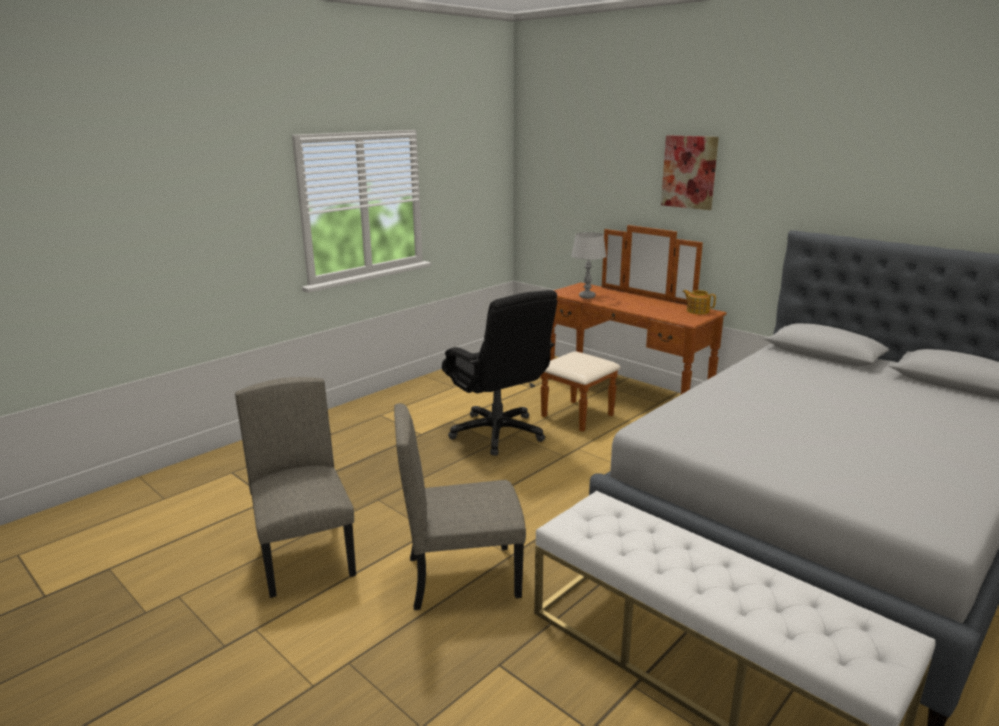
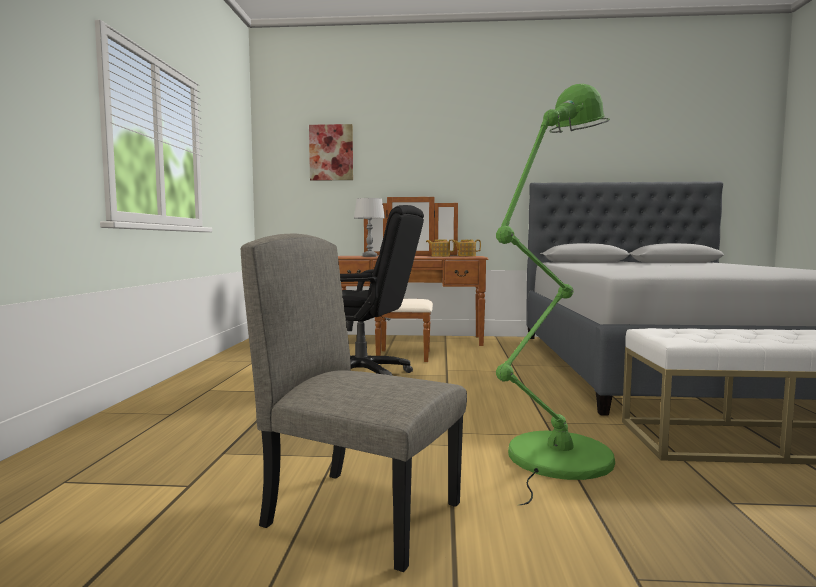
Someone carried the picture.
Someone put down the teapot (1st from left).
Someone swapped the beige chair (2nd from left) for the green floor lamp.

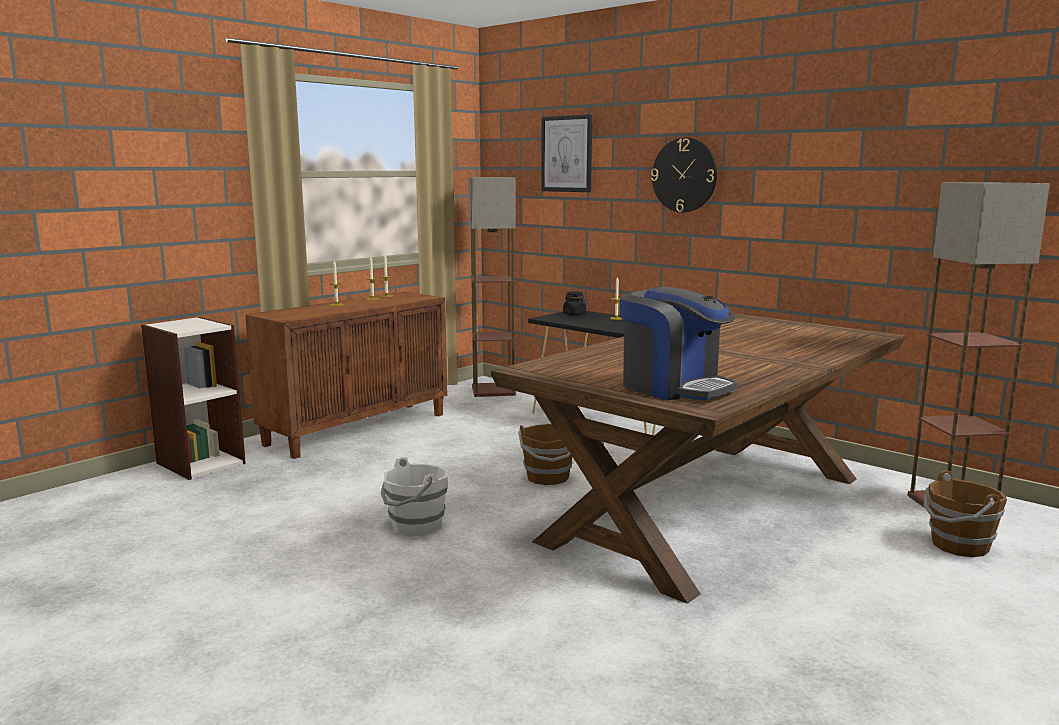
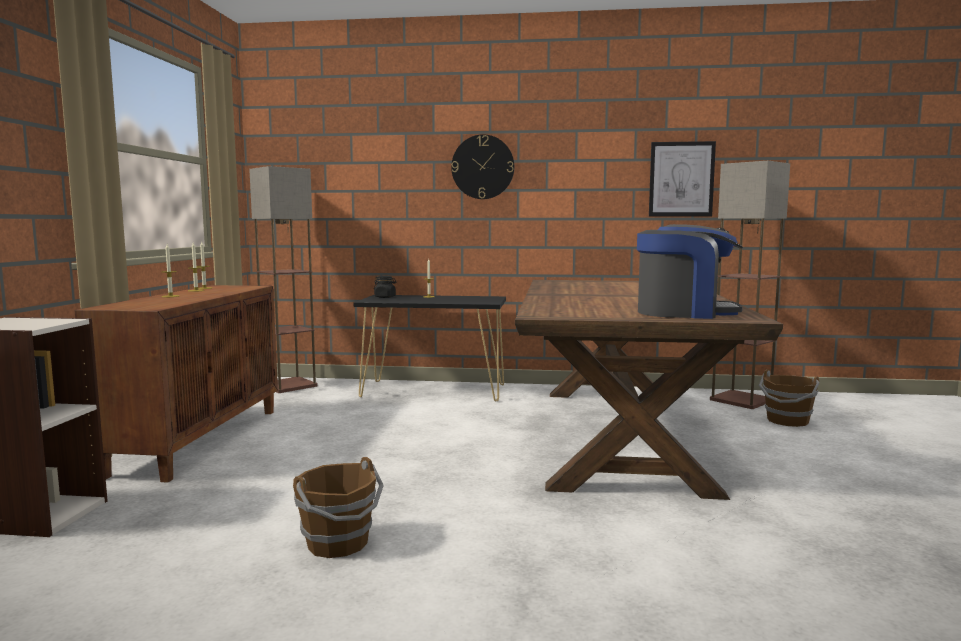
Someone carried the brown bucket (1st from left).
Someone carried the picture.
Someone took away the white bucket.

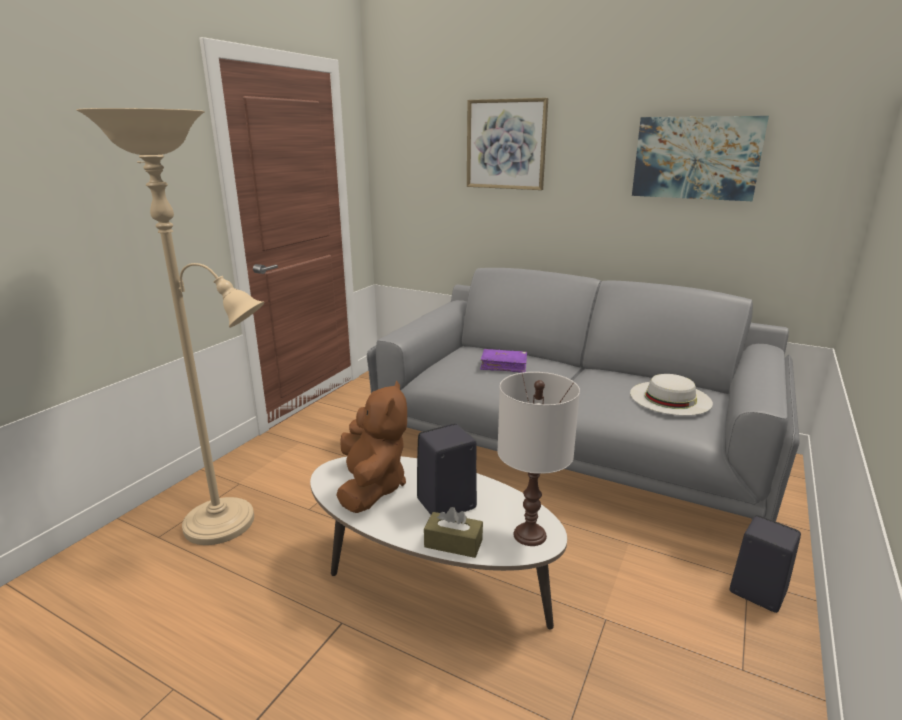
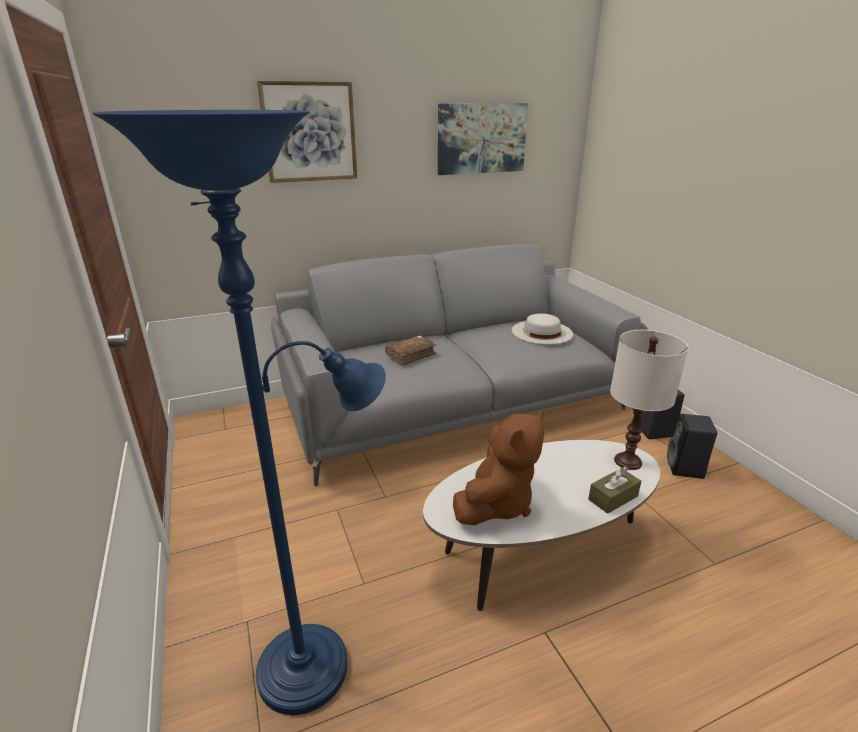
Someone repainted the beige floor lamp, which became the blue floor lamp.
Someone repainted the purple book, which became the brown book.
Someone rotated the brown plush toy by 90 degrees clockwise.
Someone carried the black speaker (1st from left in the first image).

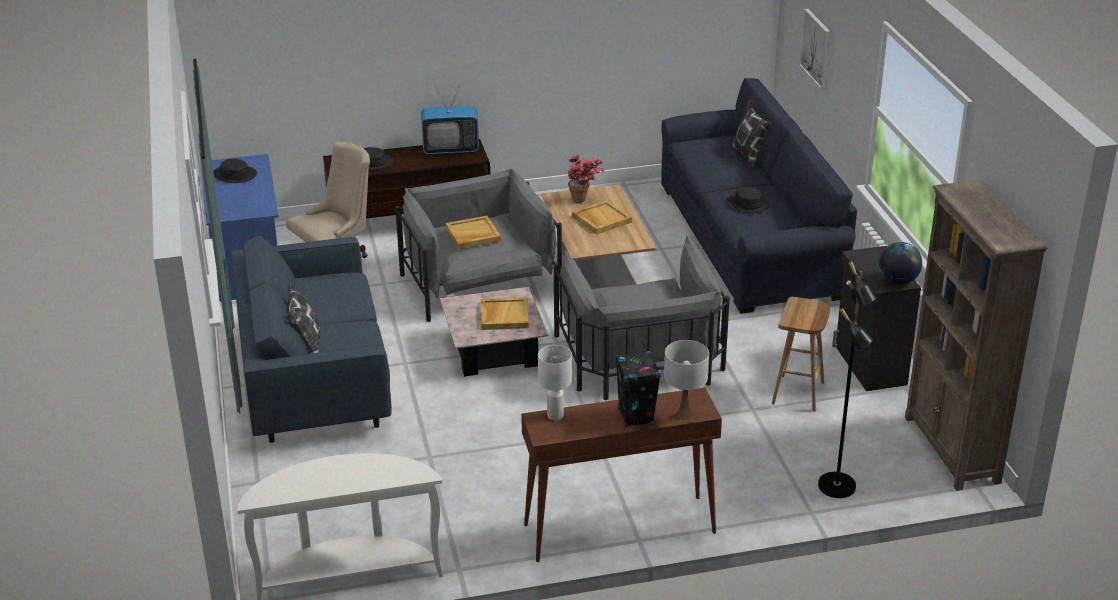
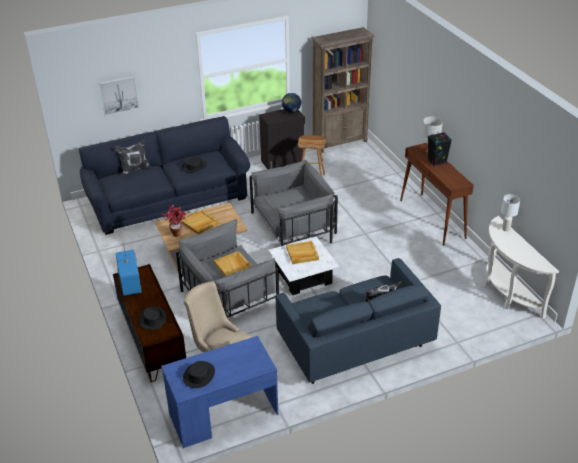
Someone repainted the pink coffee table, which became the white coffee table.
Someone carried the white table lamp (1st from left in the first image).
Someone took away the black floor lamp.

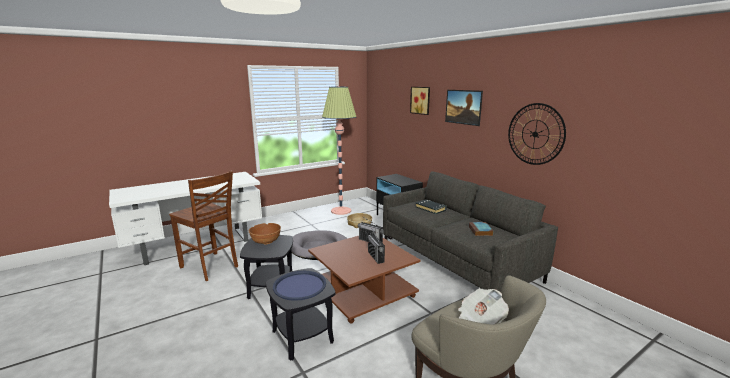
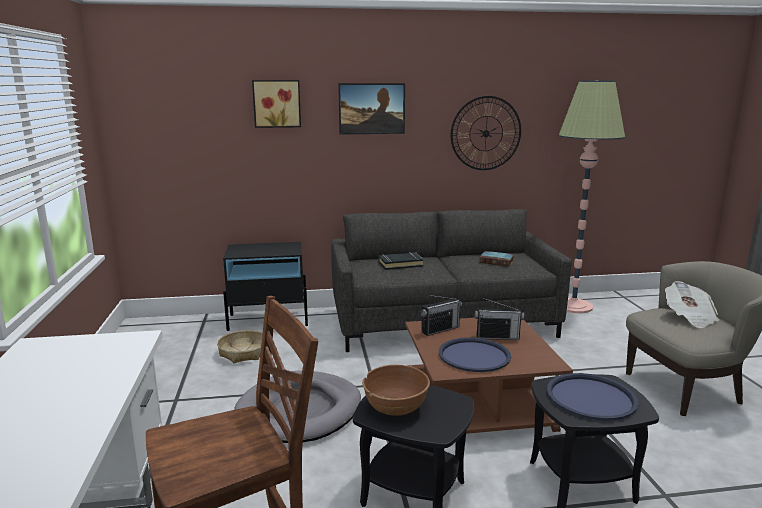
Someone put down the blue tray (1st from left).
Someone carried the floor lamp.

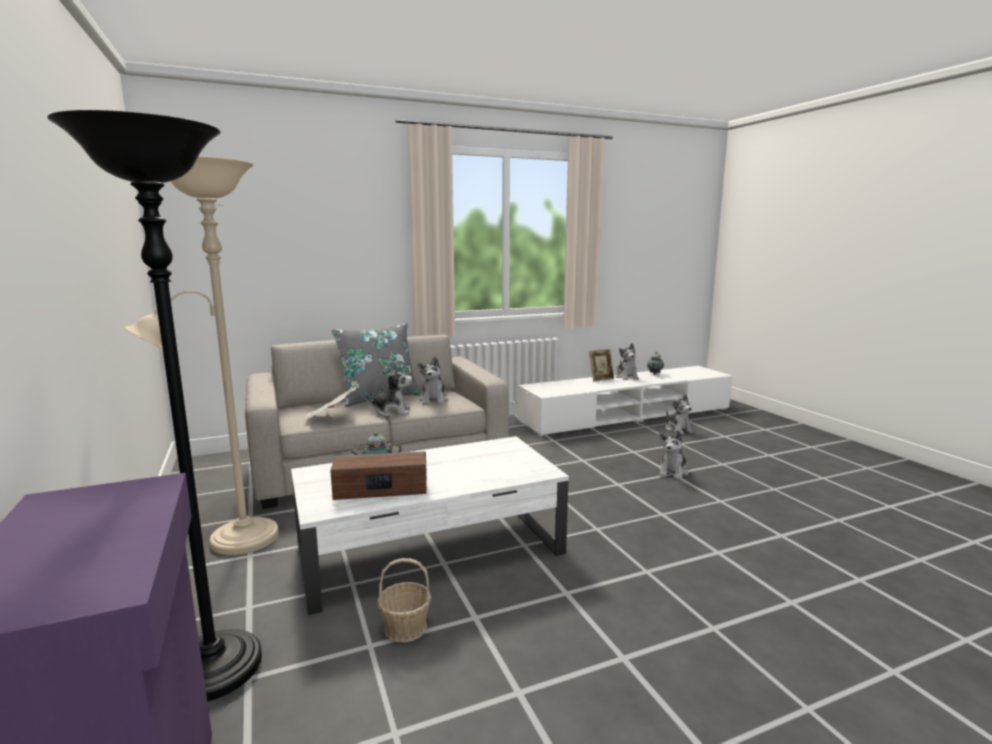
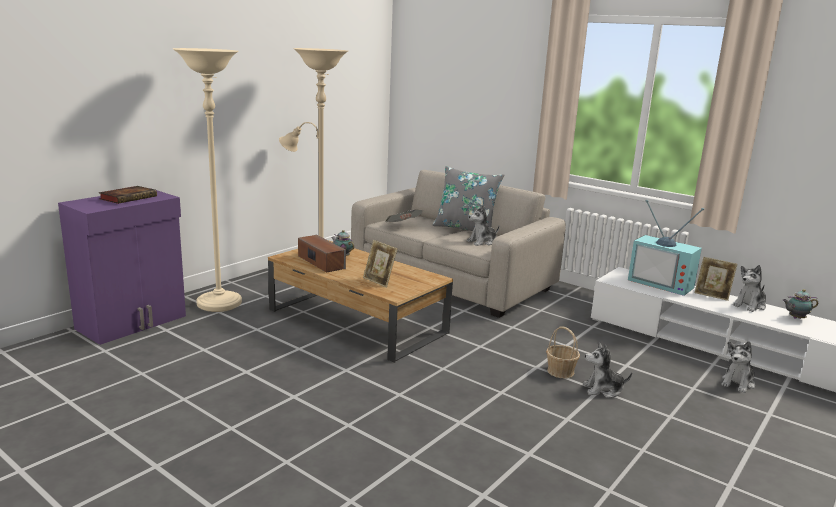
Someone put down the book.
Someone repainted the black floor lamp, which became the beige floor lamp (1st from left).
Someone repainted the white coffee table, which became the brown coffee table.
Someone put down the picture frame (1st from left).
Someone carried the basket.
Someone put down the television.
Someone took away the plush toy (1st from left).

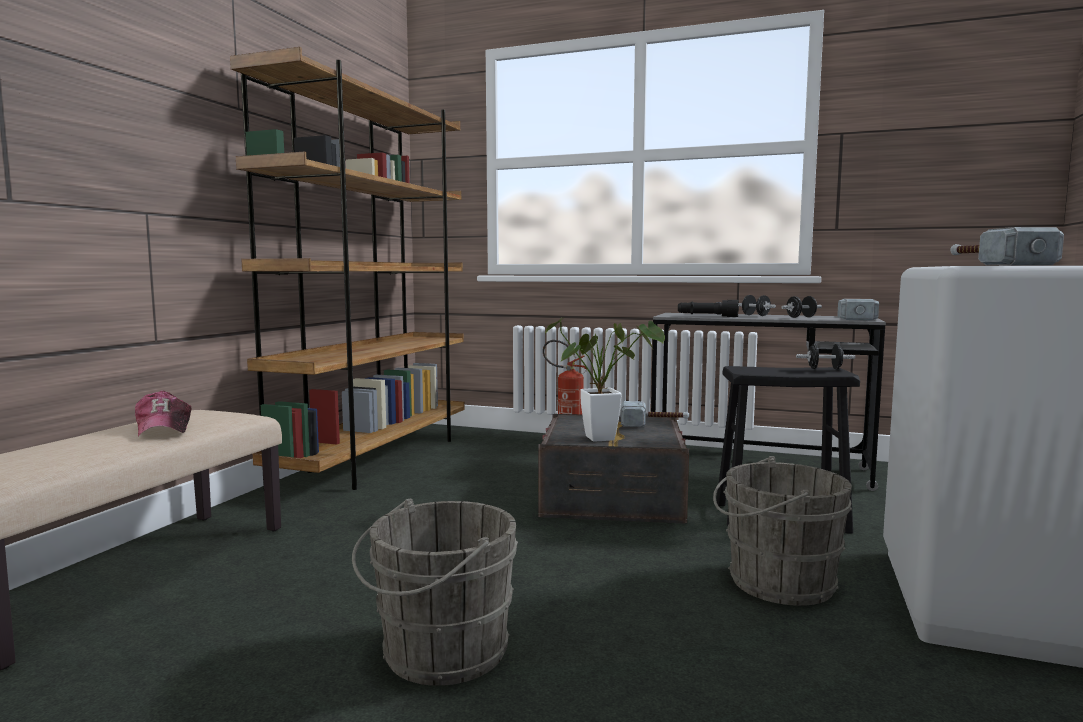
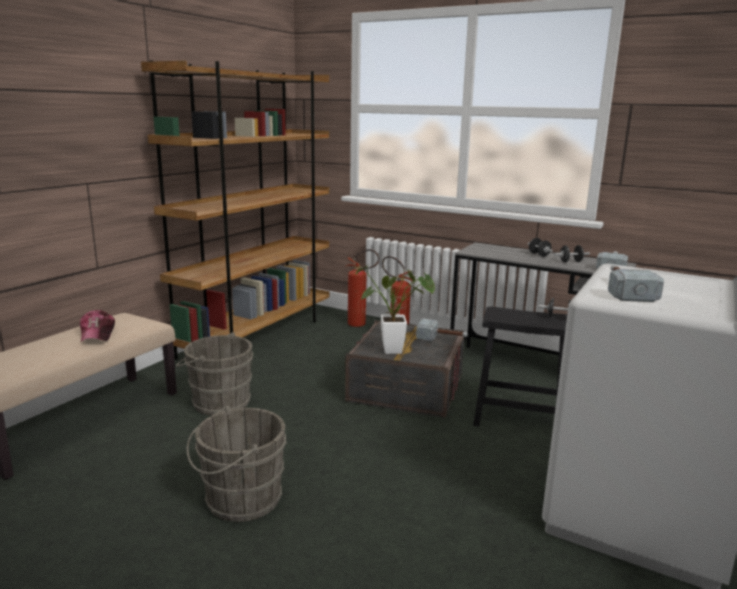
Someone carried the grey bucket (2nd from left in the first image).
Someone put down the fire extinguisher (1st from left).
Someone took away the black flashlight.

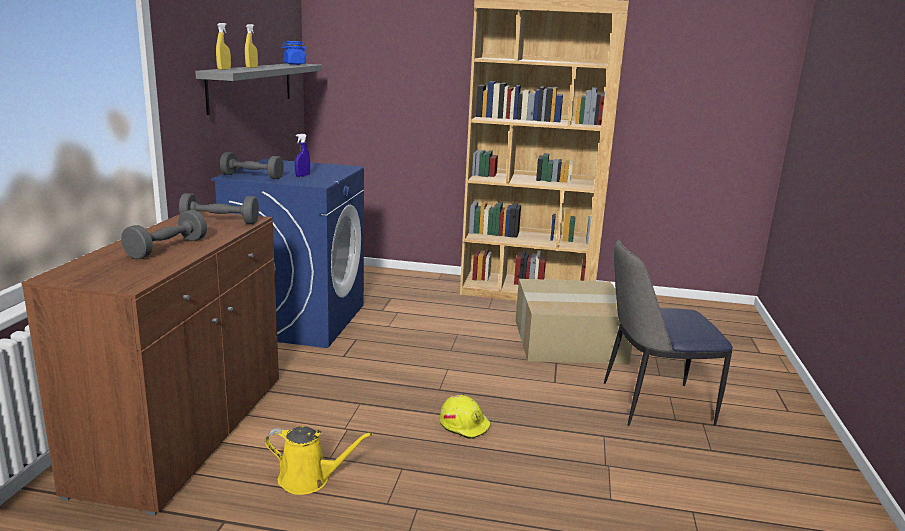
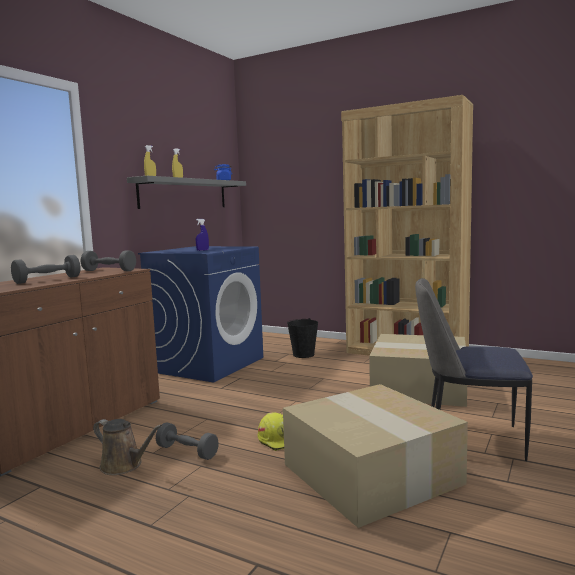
Someone repainted the yellow watering can, which became the brown watering can.
Someone carried the grey dumbbell (3rd from left).
Someone put down the cardboard box (1st from left).
Someone put down the black bucket.

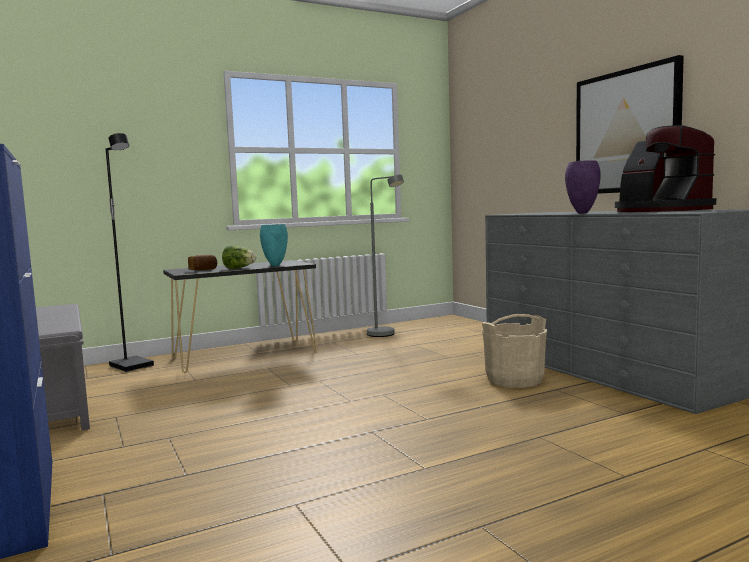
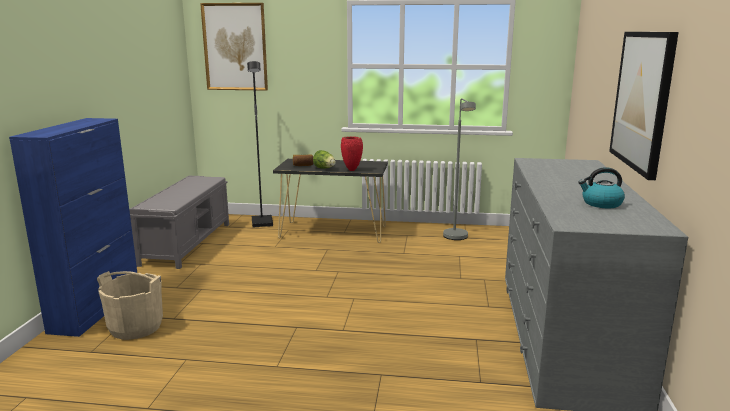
Someone carried the beige bucket.
Someone put up the picture (1st from left).
Someone repainted the turquoise vase, which became the red vase.
Someone swapped the coffee machine for the kettle.
Someone took away the purple vase.

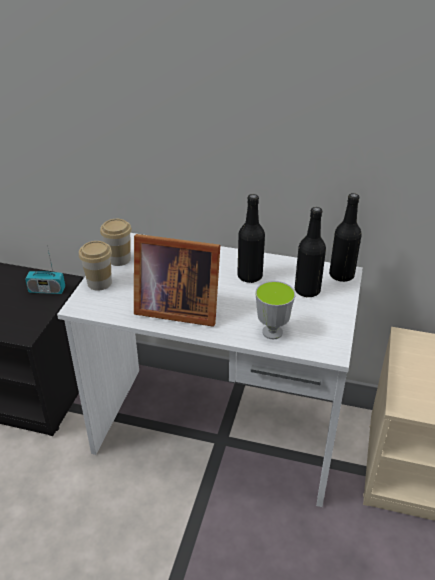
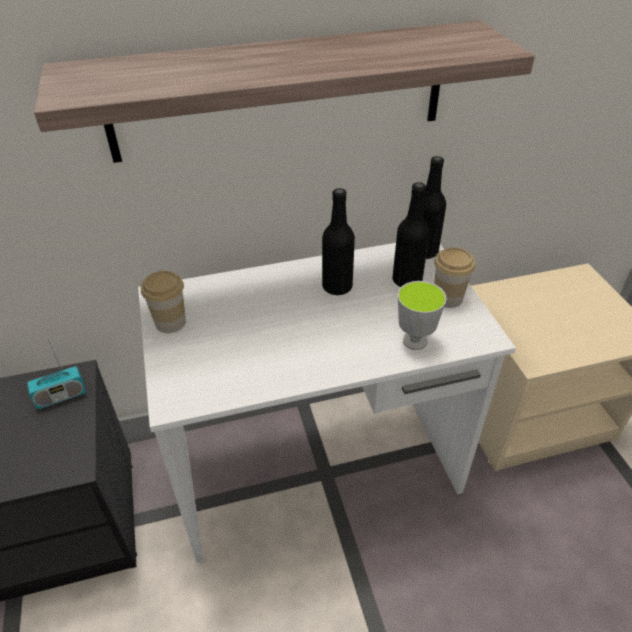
Someone put up the shelf.
Someone carried the cup (1st from left in the first image).
Someone took away the picture frame.

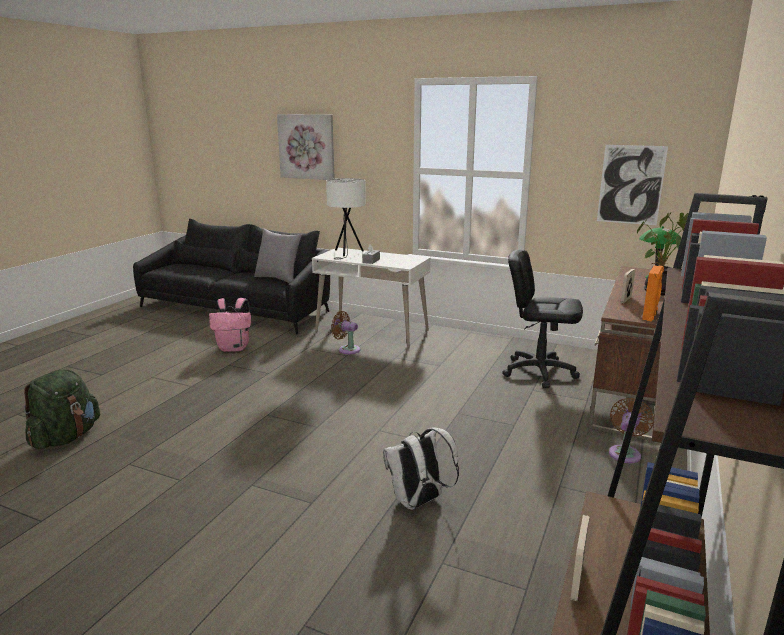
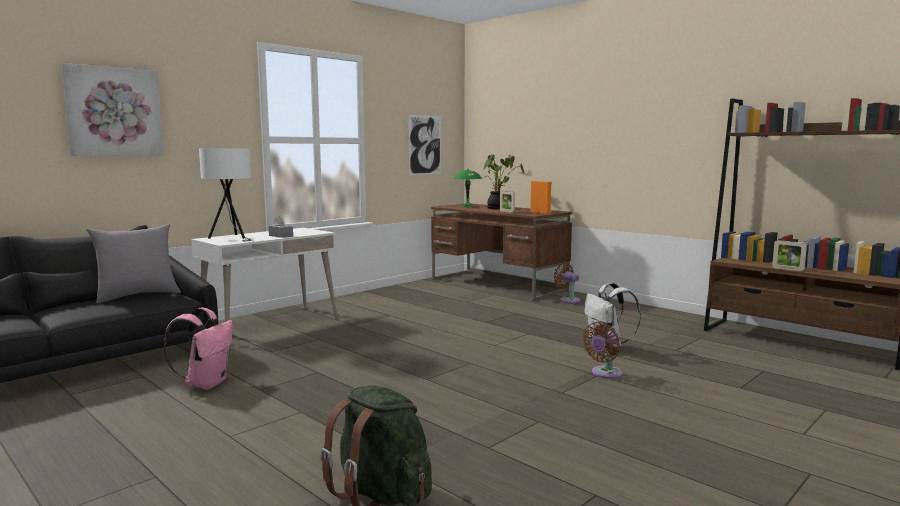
Someone carried the brown fan (1st from left in the first image).
Someone took away the black office chair.

